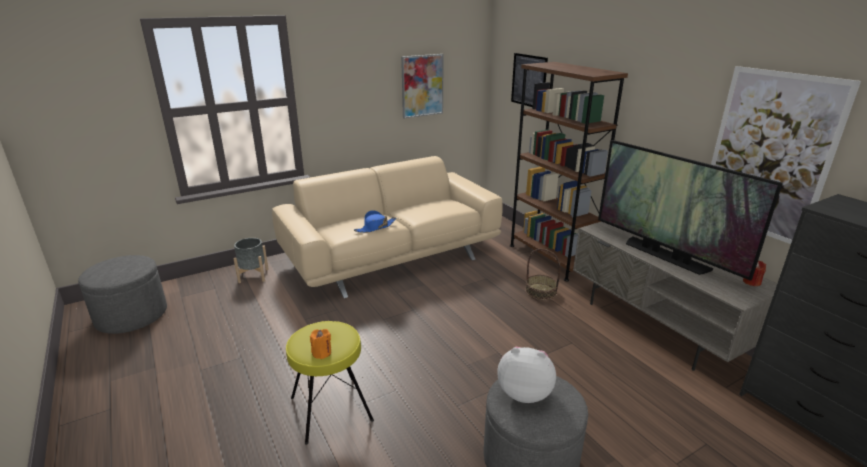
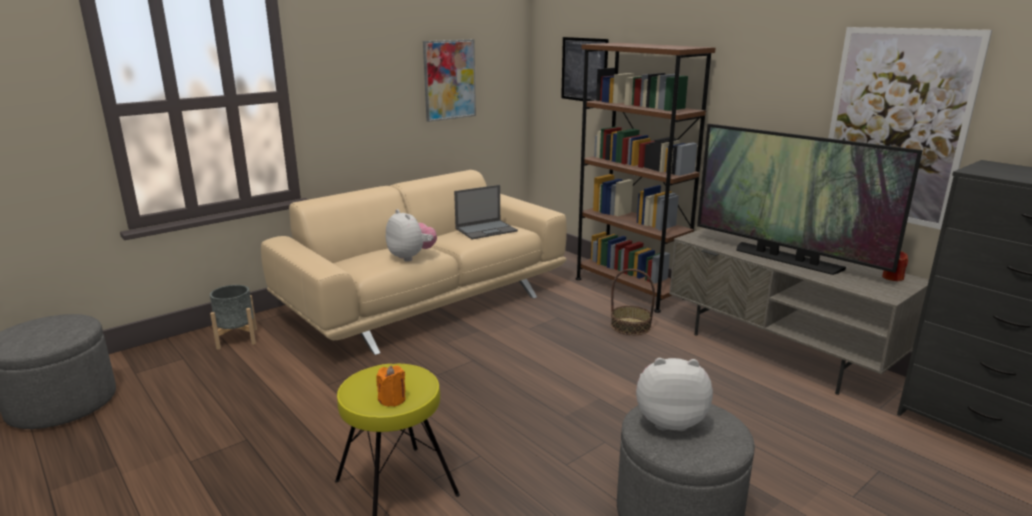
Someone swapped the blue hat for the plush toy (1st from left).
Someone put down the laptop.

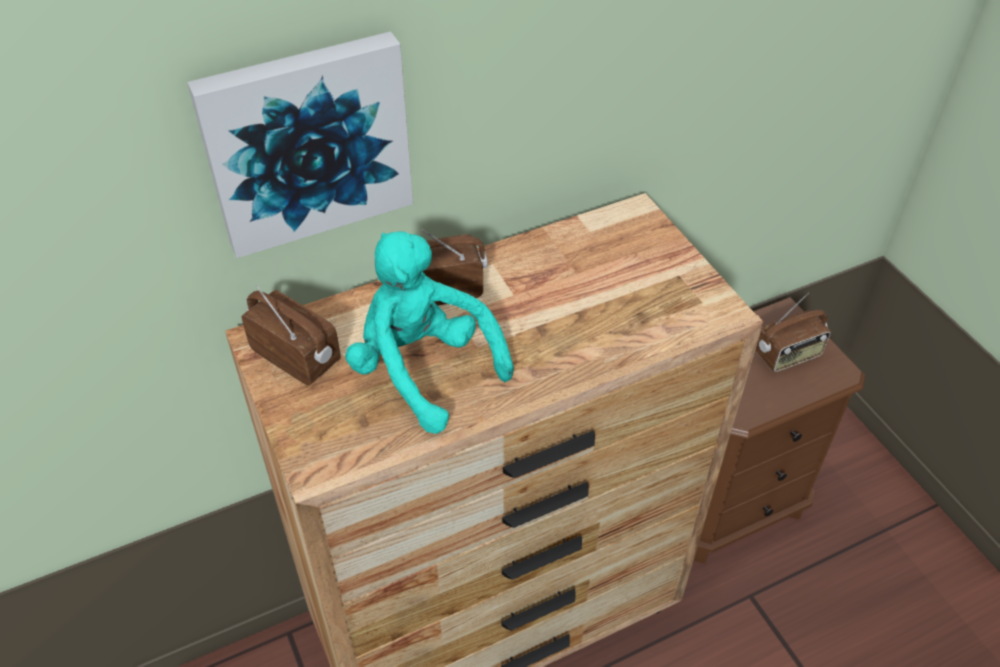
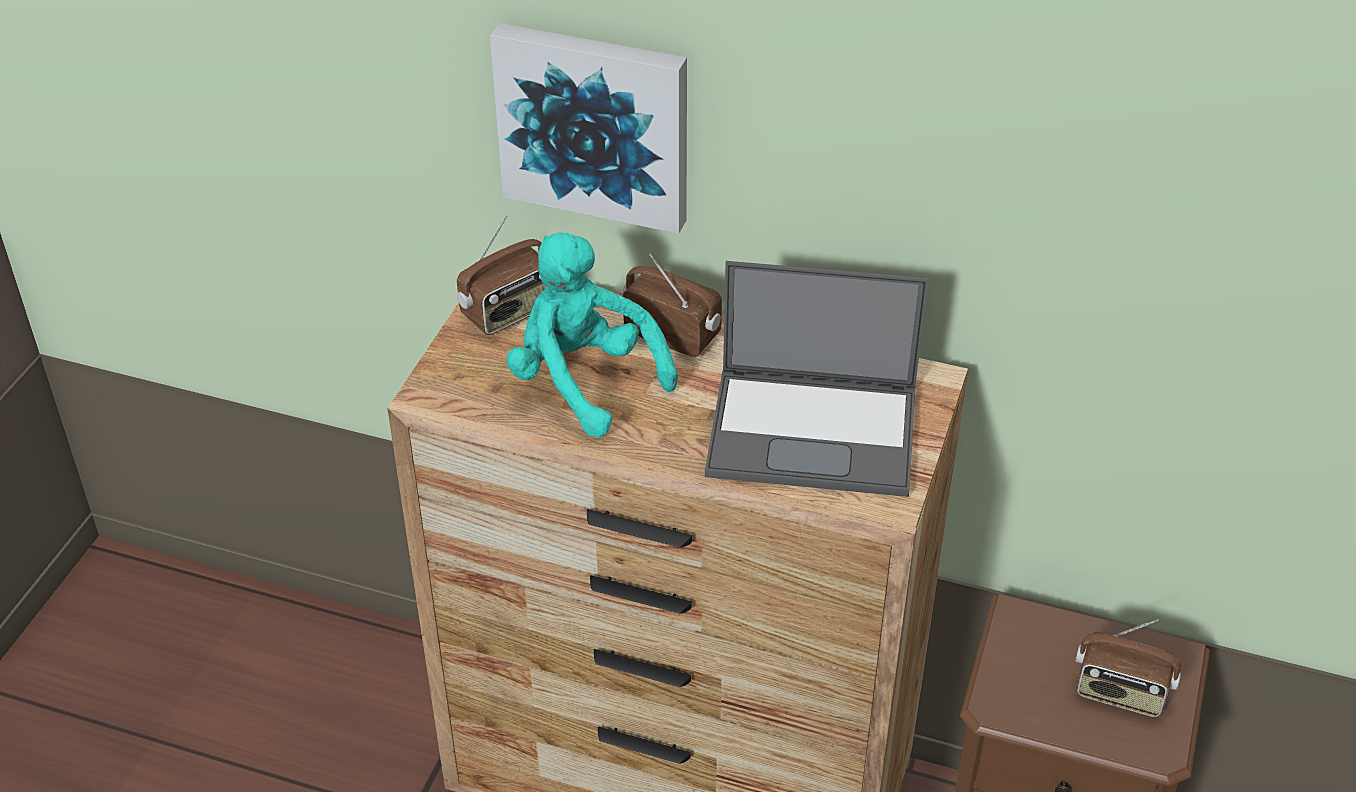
Someone rotated the radio (1st from left) by 60 degrees clockwise.
Someone rotated the turquoise plush toy by 45 degrees counterclockwise.
Someone put down the laptop.

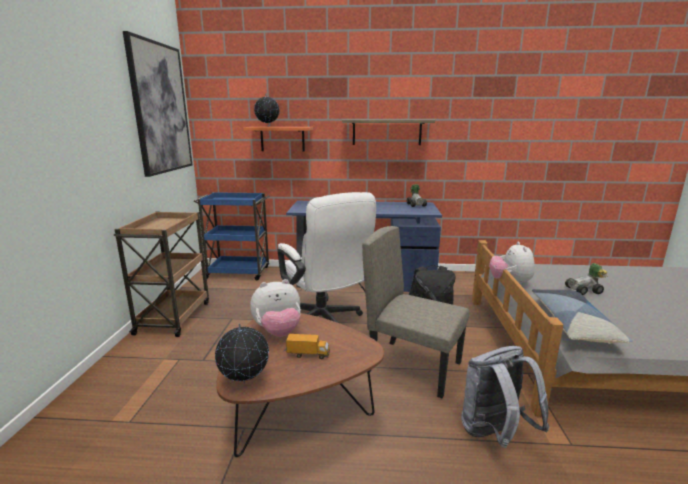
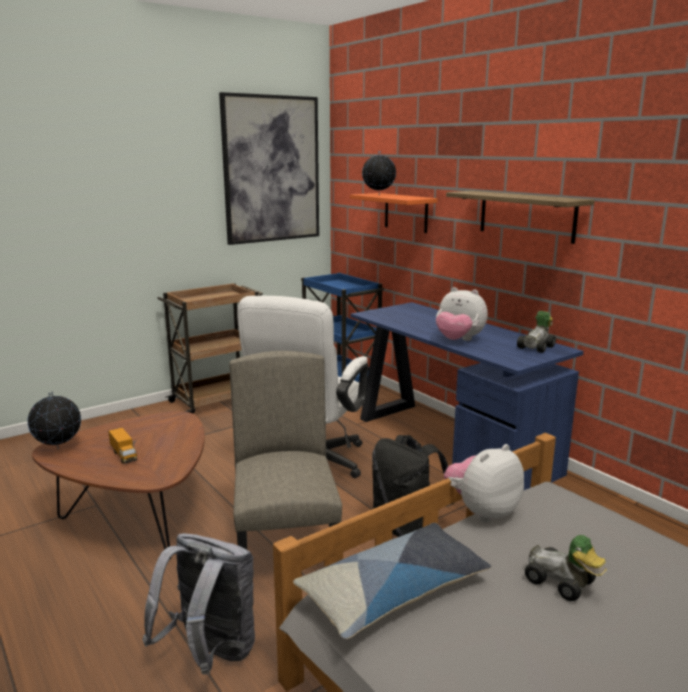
Someone carried the plush toy (1st from left).

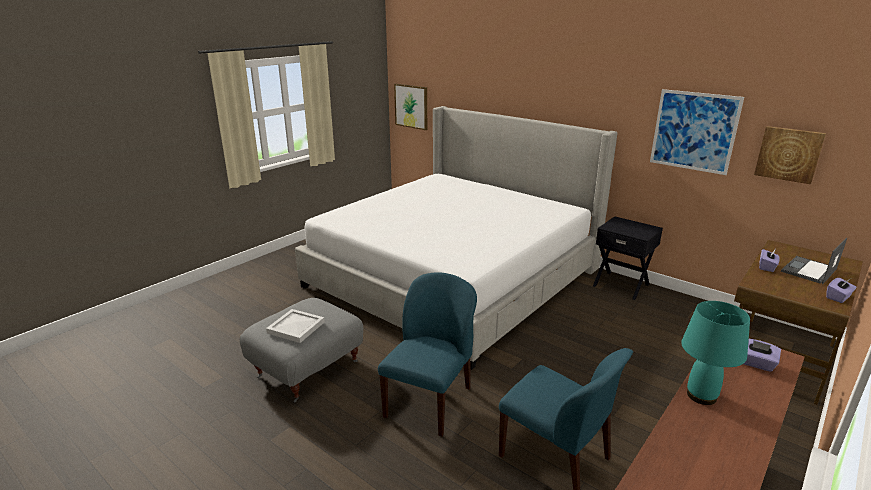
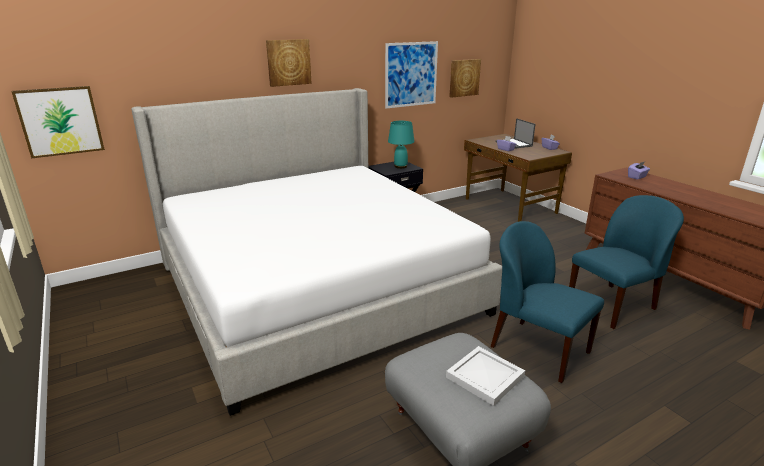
Someone put up the picture (2nd from left).
Someone carried the turquoise table lamp.

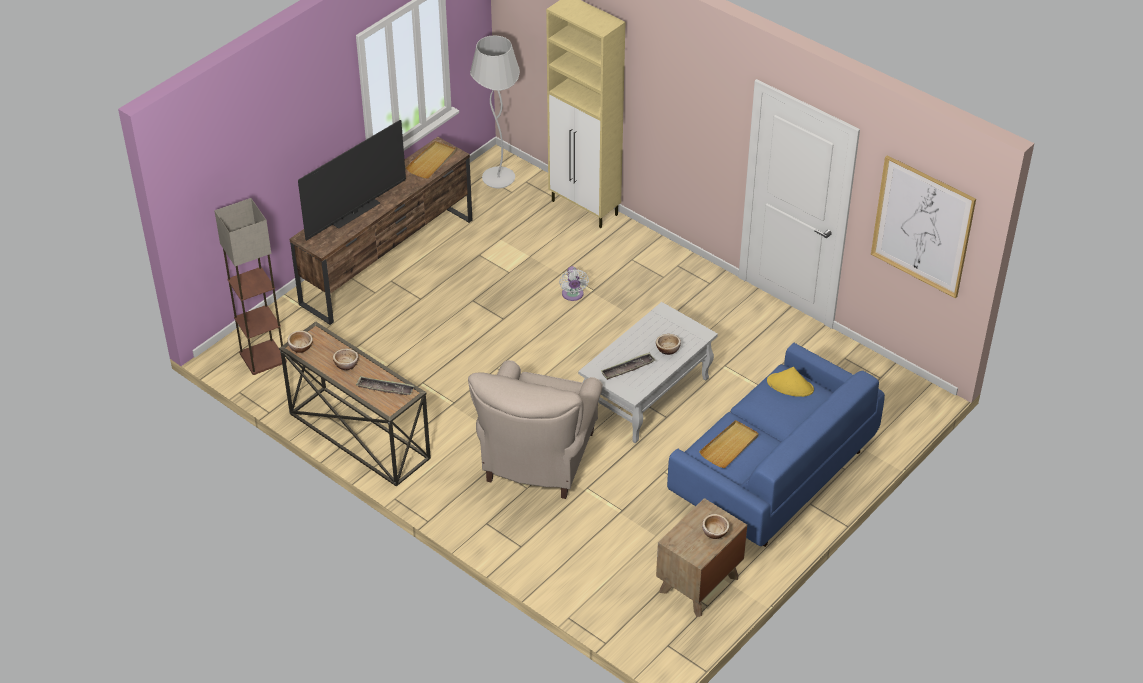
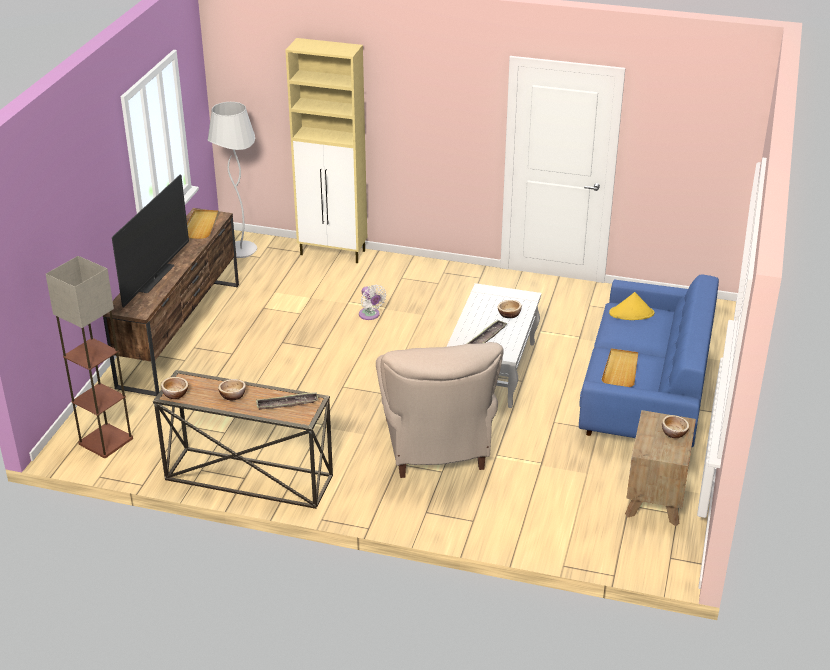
Someone took away the picture.

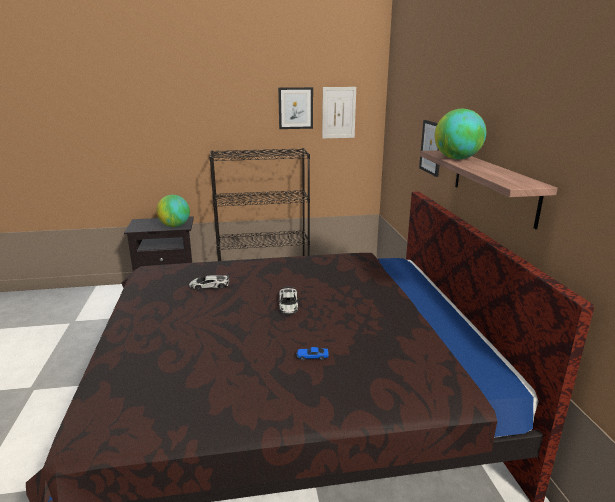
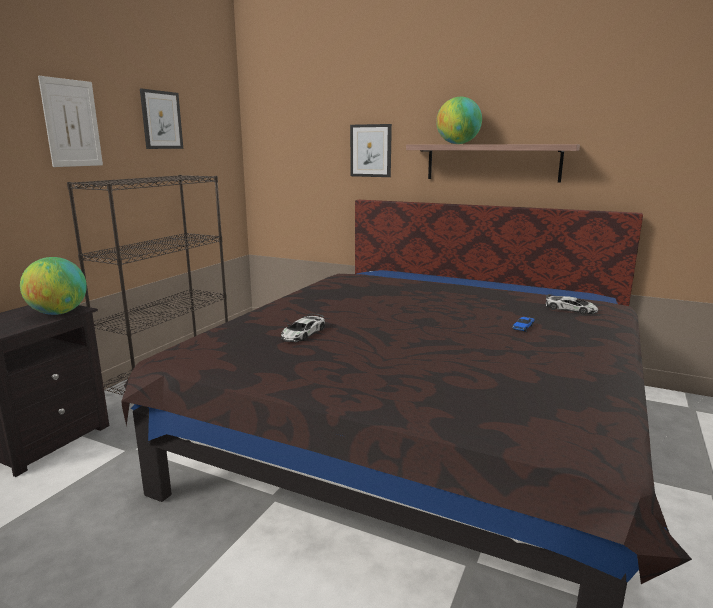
Someone carried the picture (2nd from left in the first image).
Someone carried the toy car (2nd from left in the first image).

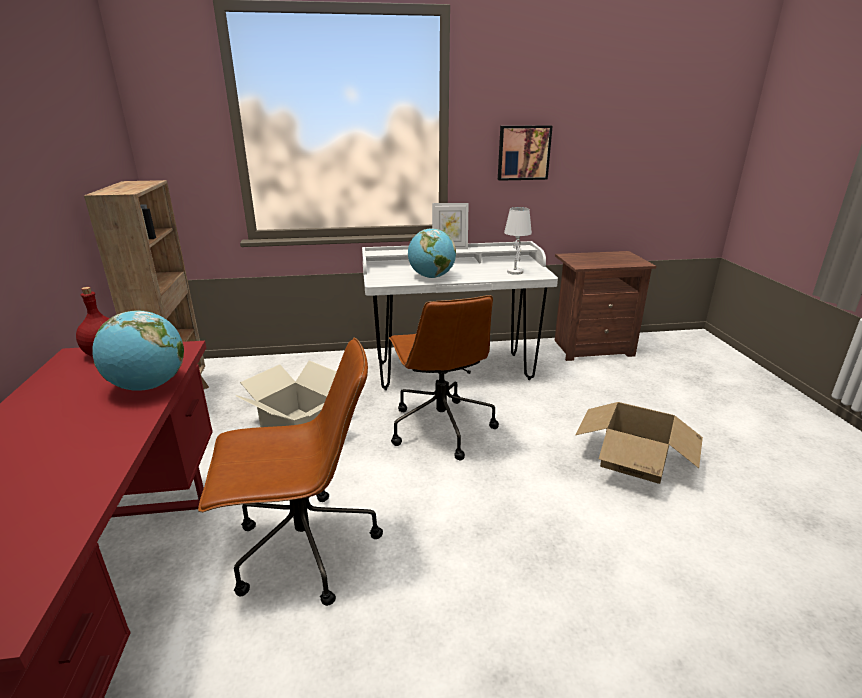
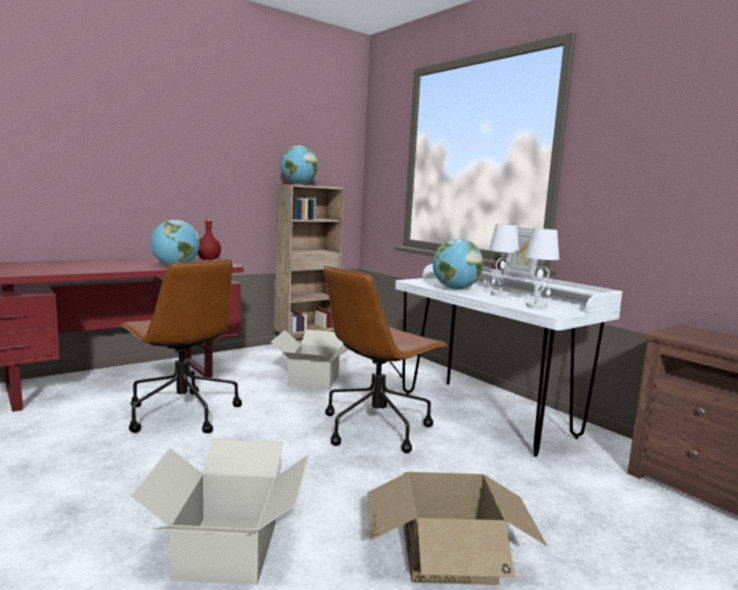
Someone put down the cardboard box (1st from left).
Someone put down the globe (2nd from left).
Someone put down the white table lamp (1st from left).
Someone took away the picture.

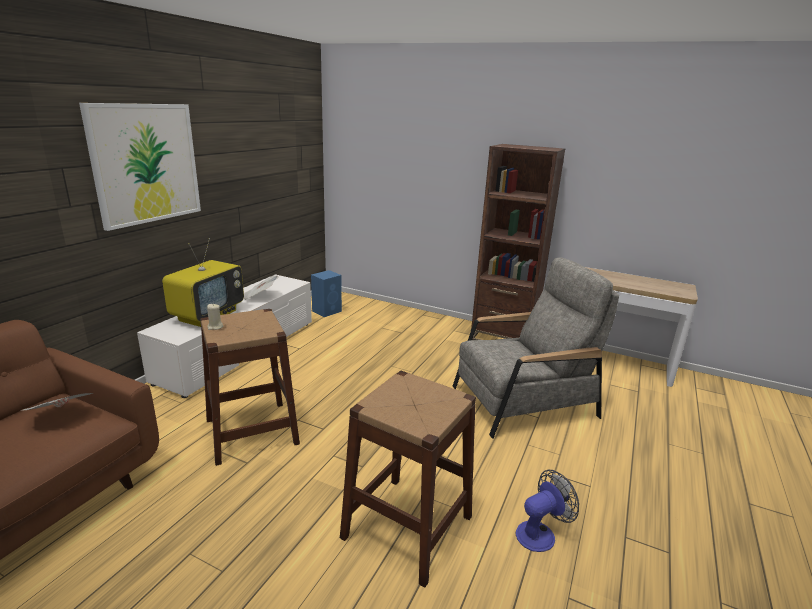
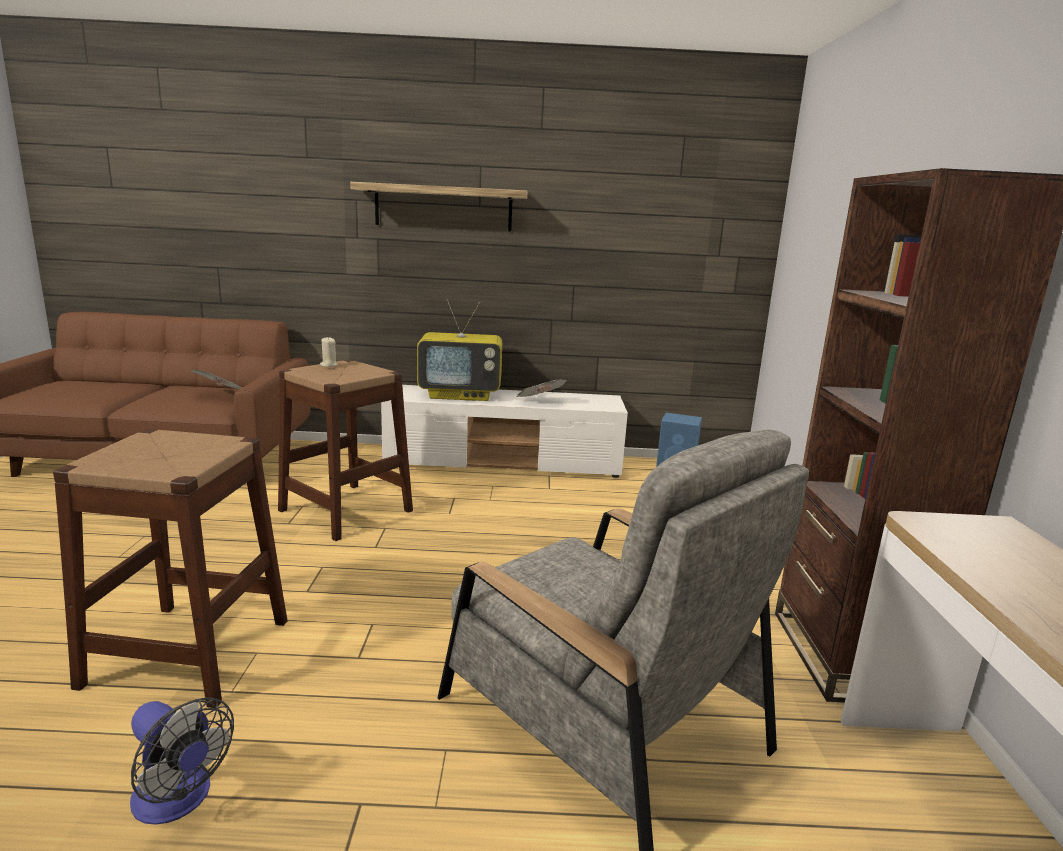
Someone swapped the picture for the shelf.

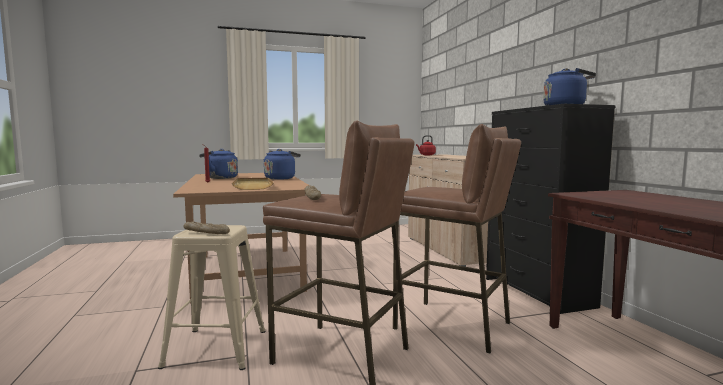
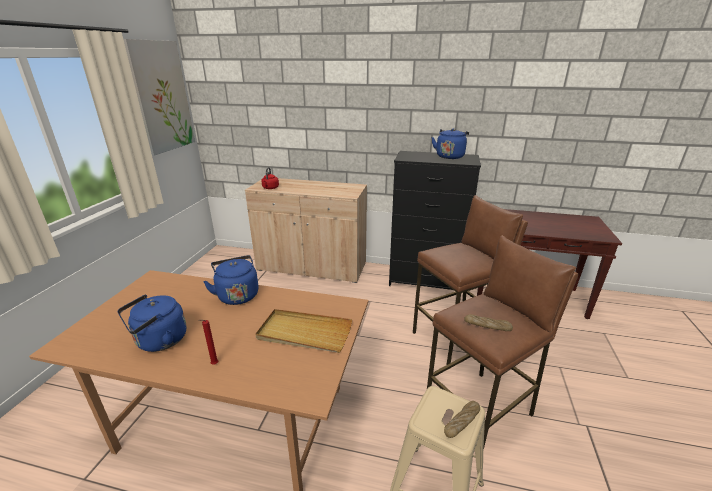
Someone put up the picture.

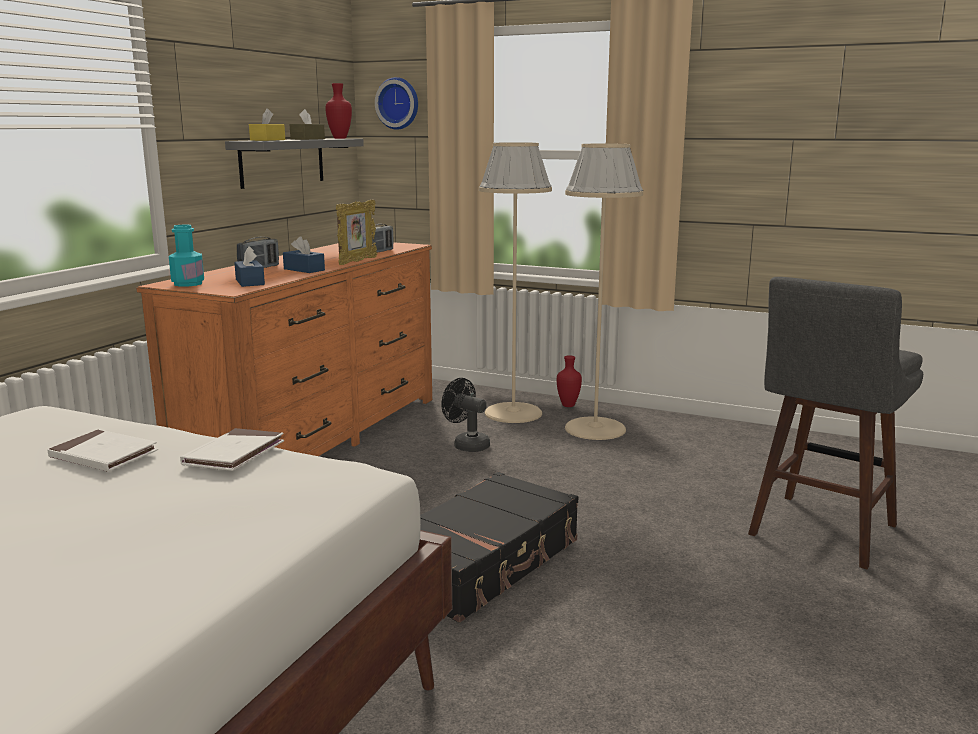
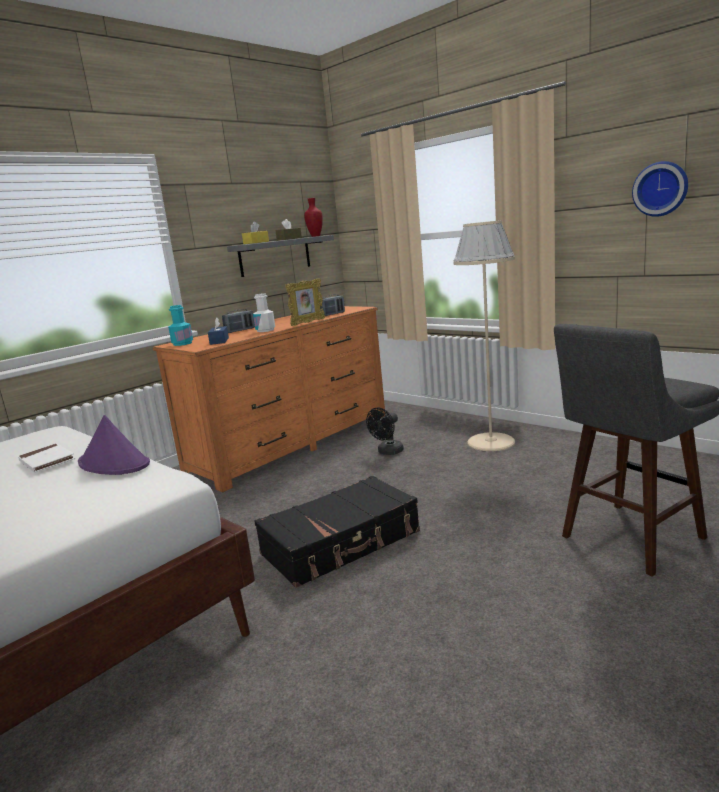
Someone swapped the white book (2nd from left) for the purple hat.
Someone swapped the blue tissue box (2nd from left) for the white bottle.
Someone rotated the black fan by 105 degrees counterclockwise.
Someone carried the wall clock.
Someone took away the beige floor lamp (1st from left).
Someone took away the red vase (2nd from left).

